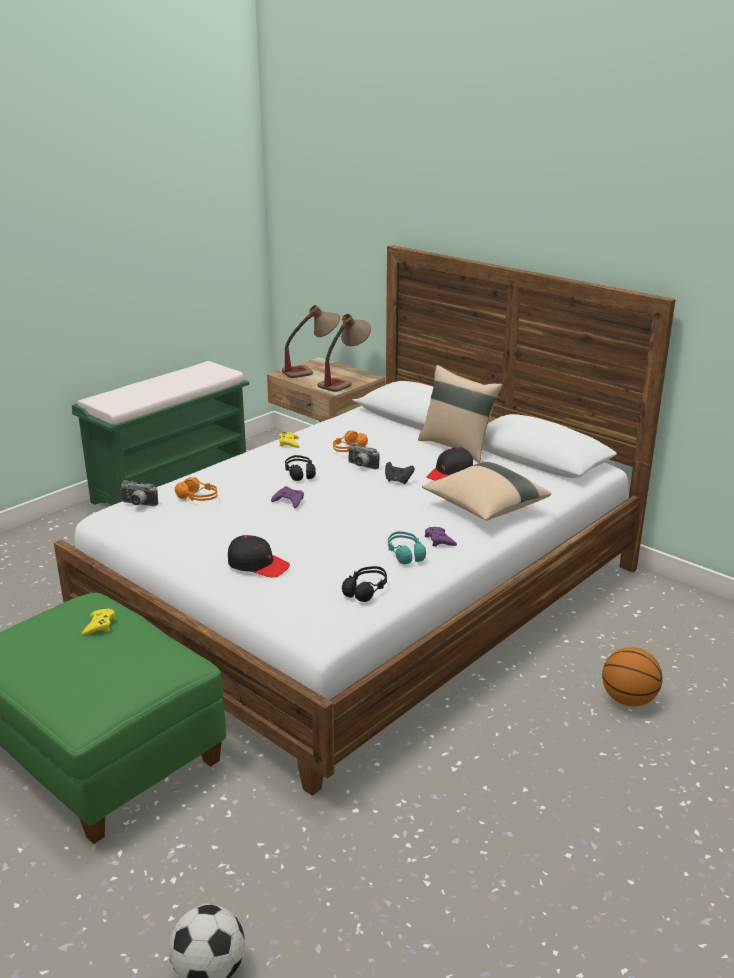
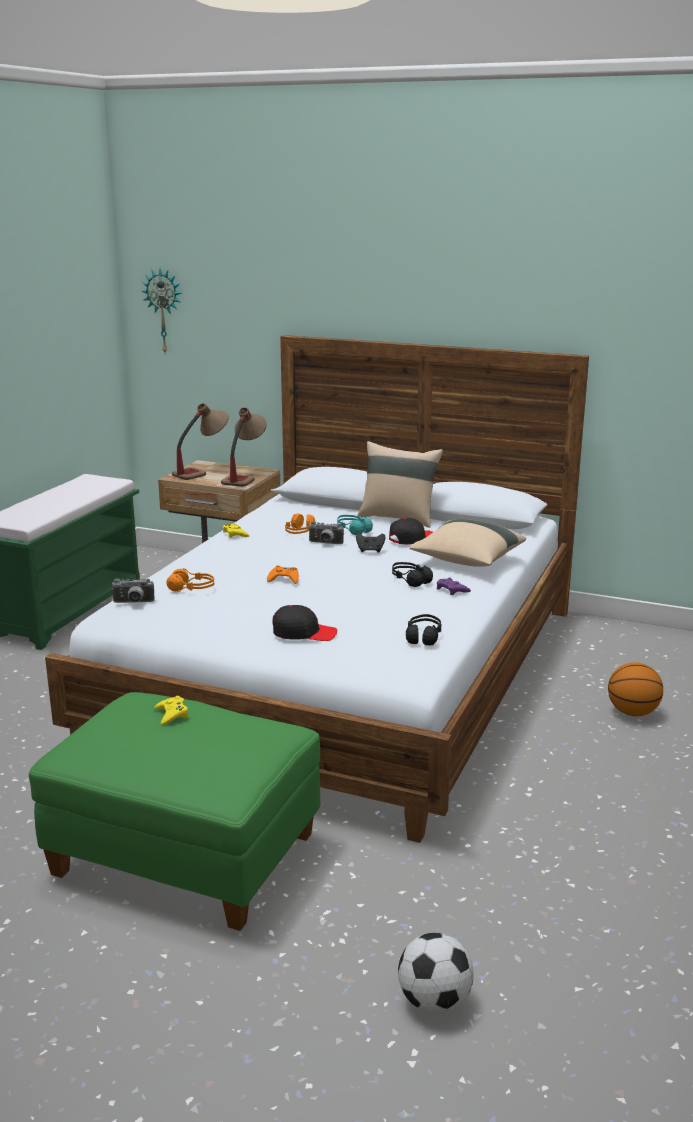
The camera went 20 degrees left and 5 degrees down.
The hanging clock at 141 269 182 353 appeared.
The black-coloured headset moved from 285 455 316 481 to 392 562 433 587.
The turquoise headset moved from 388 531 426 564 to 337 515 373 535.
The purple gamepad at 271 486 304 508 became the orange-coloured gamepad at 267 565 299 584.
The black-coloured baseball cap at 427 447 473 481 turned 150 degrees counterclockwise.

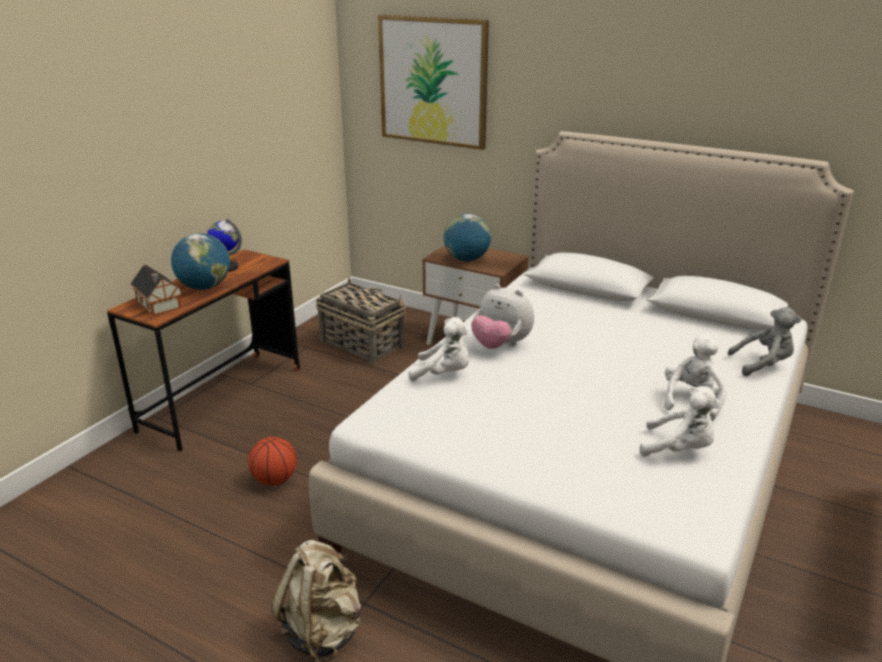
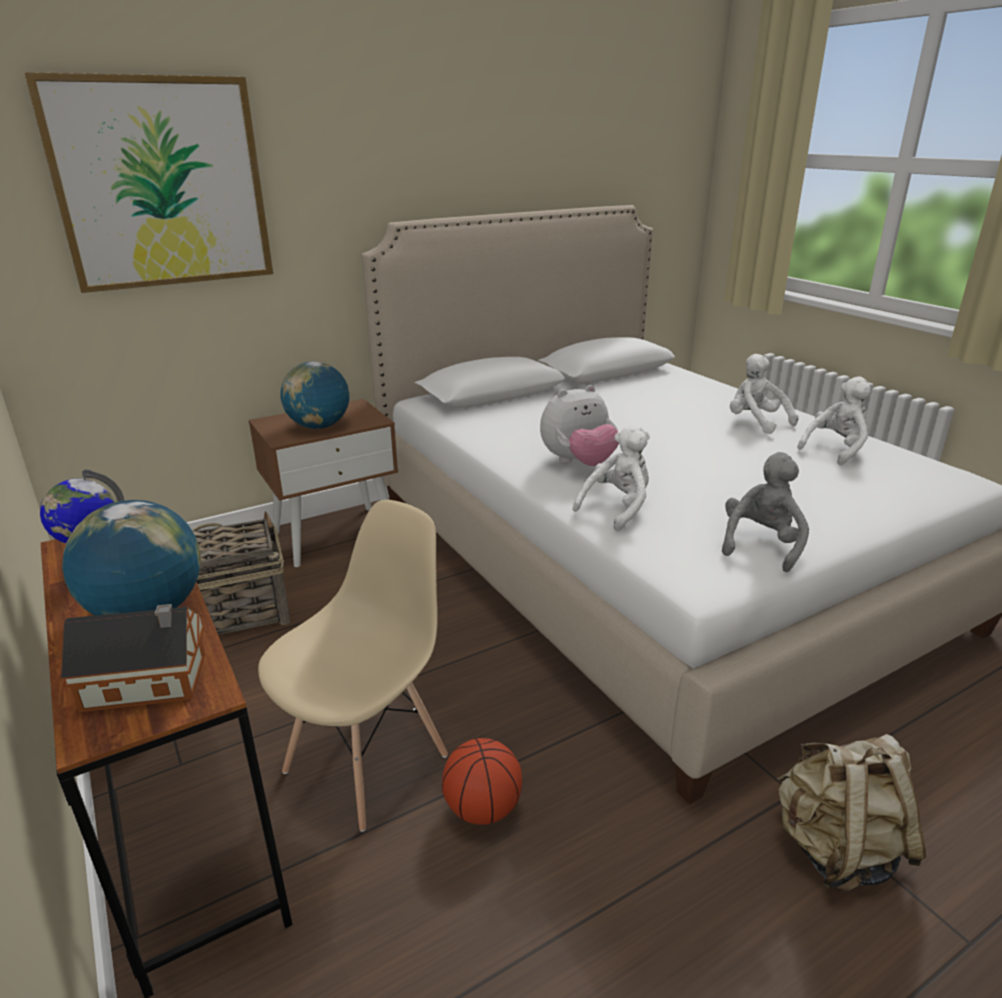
The camera went 60 degrees left and 0 degrees up.
The beige chair at 258 500 448 832 appeared.
The gray plush toy moved from 727 307 801 376 to 722 452 809 572.

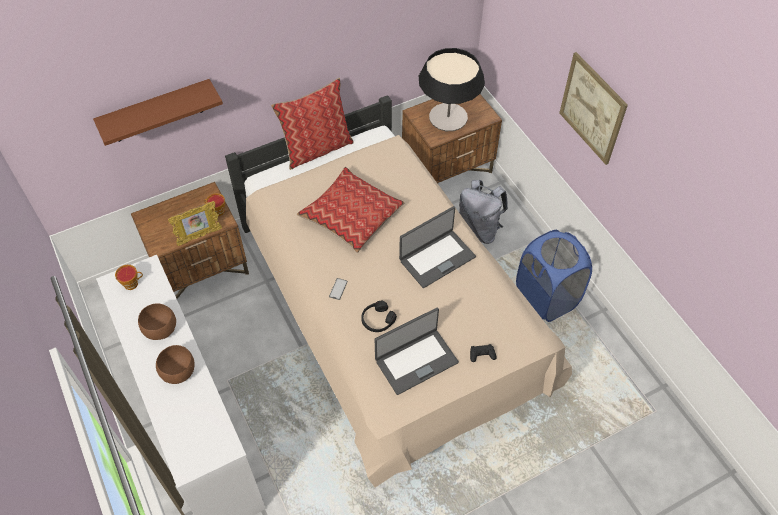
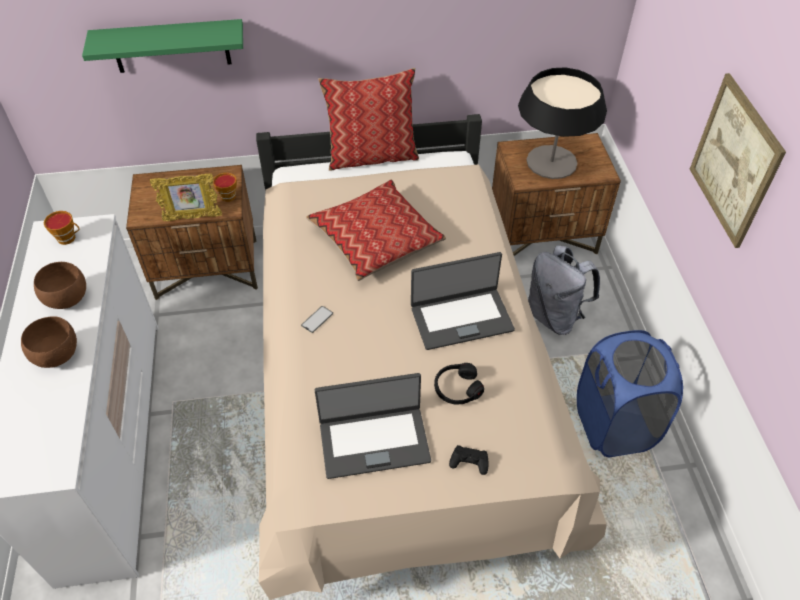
The camera went 20 degrees right and 5 degrees down.
The black-coloured headset moved from 361 301 397 332 to 434 363 484 405.
The brown bracket shelf at 93 79 223 146 became the greenish bracket shelf at 82 19 243 73.

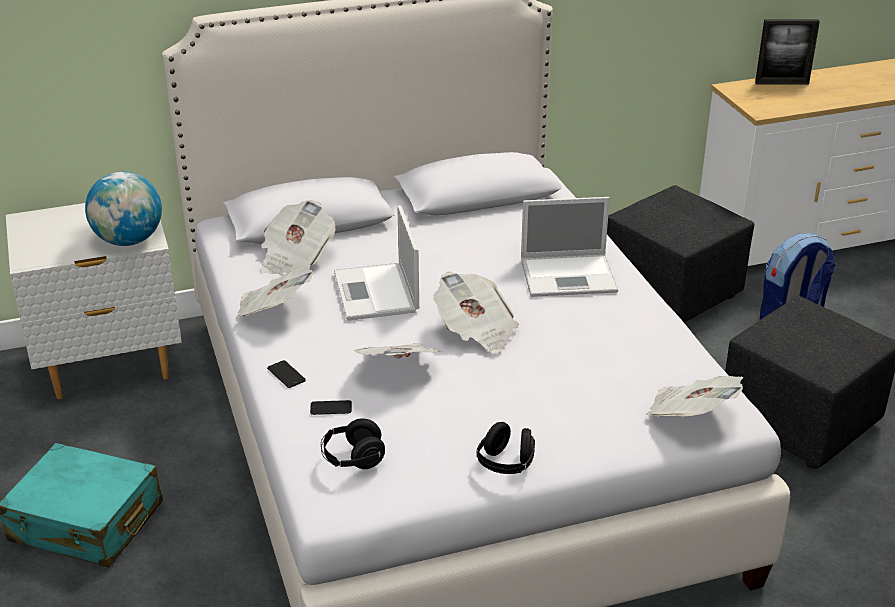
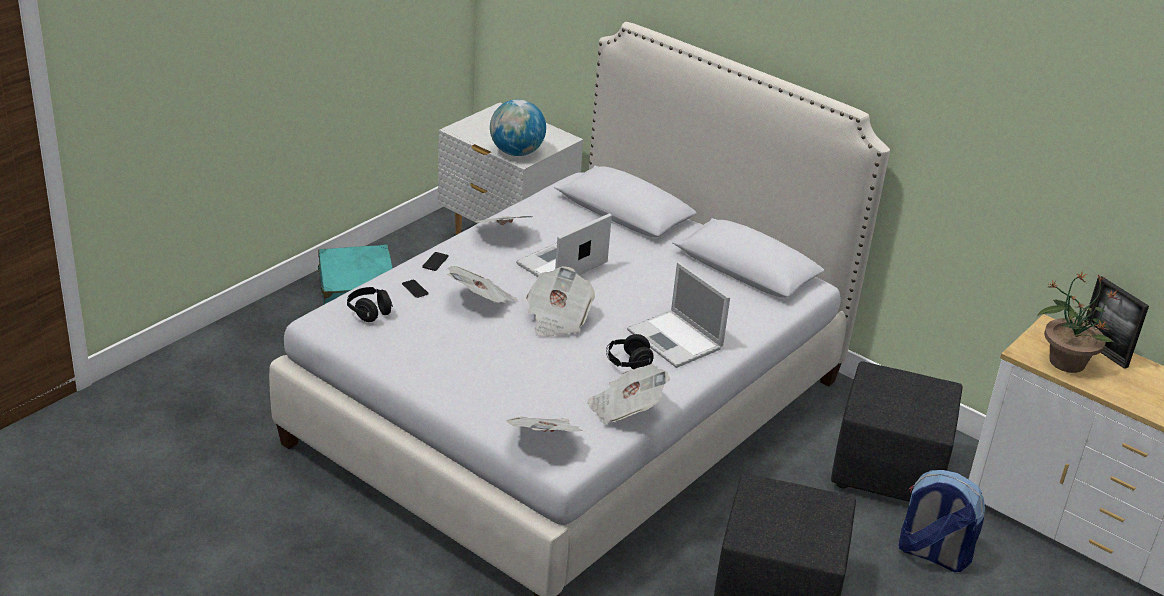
The camera went 55 degrees right and 0 degrees up.
The plant in a pot at 1037 272 1120 373 appeared.
The printed paper moved from 261 200 336 274 to 587 364 670 424.
The black-coloured headset moved from 476 422 535 474 to 606 334 654 369.

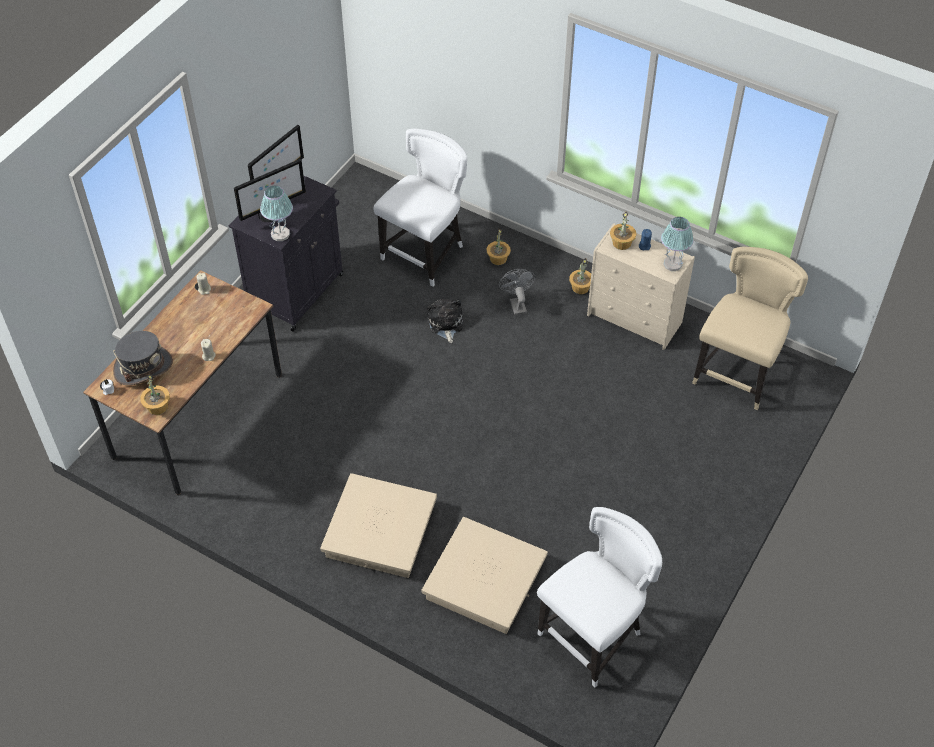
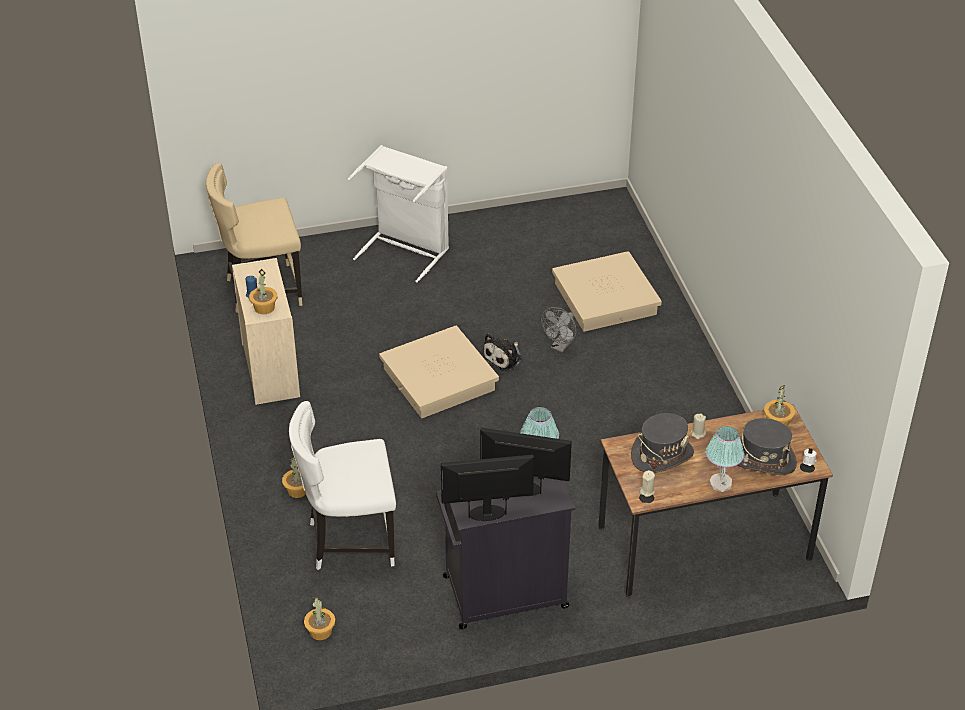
The camera went 135 degrees left and 10 degrees down.
The whitish chair at 537 507 662 687 disappeared.
The whitish hamper at 348 145 449 283 appeared.
The gray wearable hat at 631 413 694 473 appeared.
The beige storage container moved from 320 473 437 578 to 379 325 499 418.
The plush toy moved from 427 299 463 343 to 482 333 522 371.
The gray electric fan moved from 499 269 536 316 to 541 307 576 352.
The plant in a pot moved from 569 258 591 294 to 304 597 335 640.
The table lamp moved from 661 217 694 271 to 706 426 745 492.

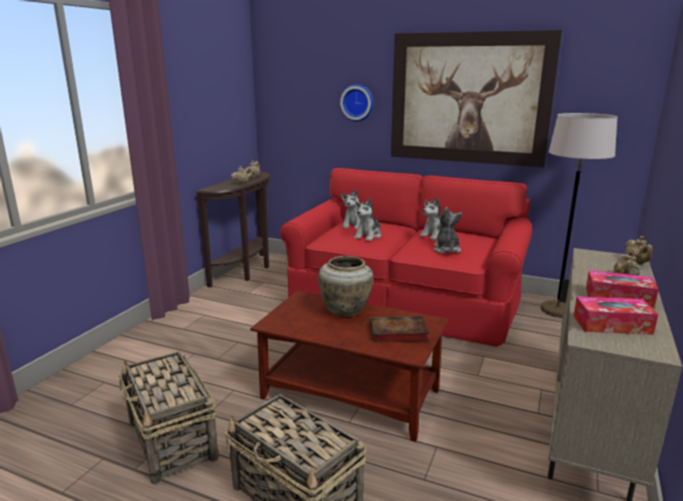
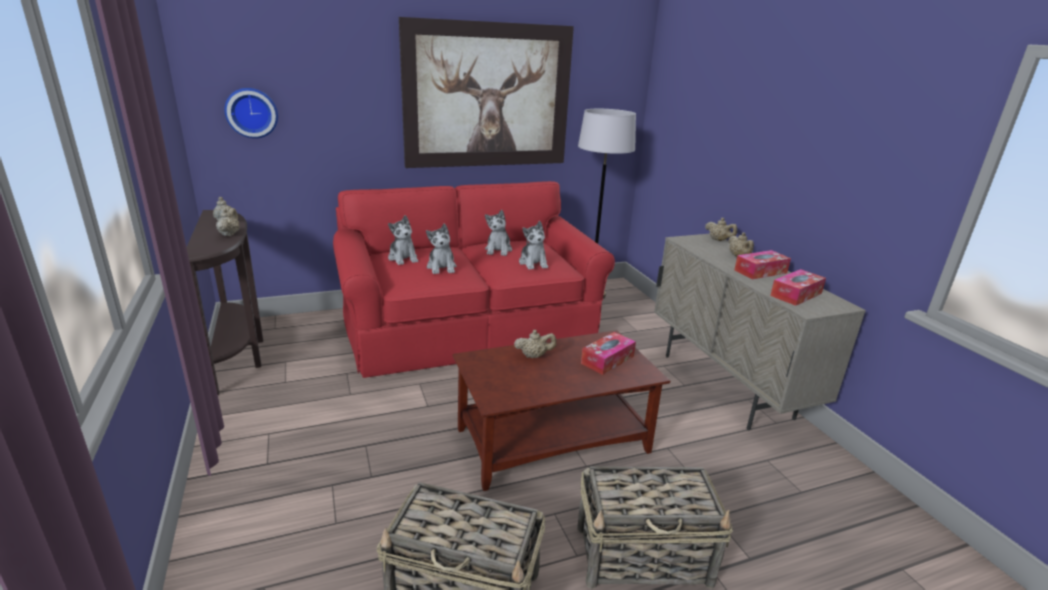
The camera went 45 degrees left and 5 degrees up.
The hanging clock moved from 340 84 373 121 to 225 88 278 138.
The beige decorative vase at 318 256 373 317 was replaced by the beige tea pot at 514 330 556 358.
The book at 370 316 429 342 was replaced by the box of tissues at 581 332 636 375.
The plush toy at 433 207 462 253 turned 150 degrees counterclockwise.

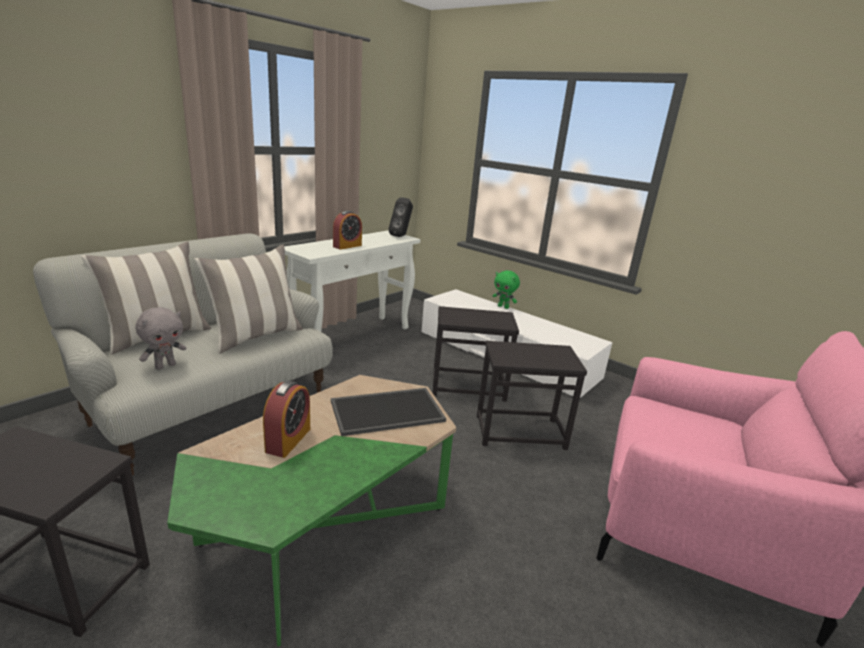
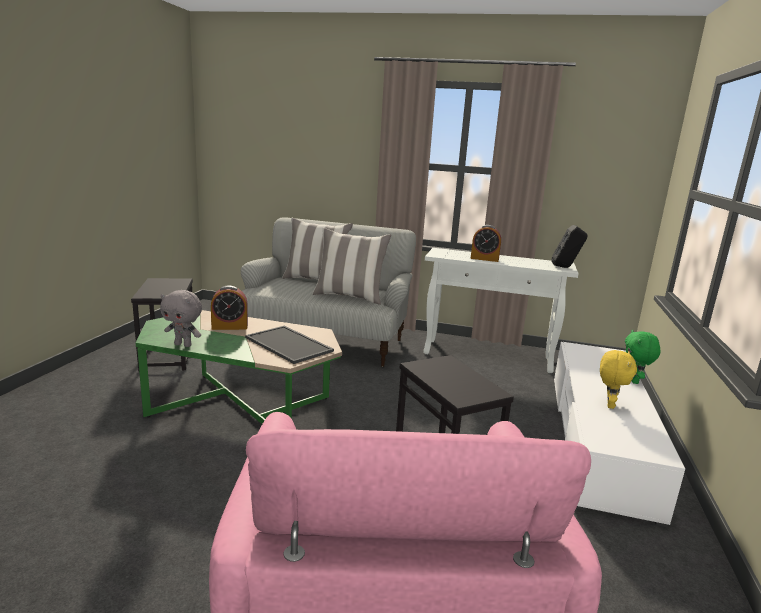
The camera went 65 degrees right and 5 degrees down.
The black-coloured accent table at 433 306 519 402 disappeared.
The yellow-coloured plush toy at 600 350 637 409 appeared.
The gray plush toy moved from 135 307 187 370 to 160 290 202 347.

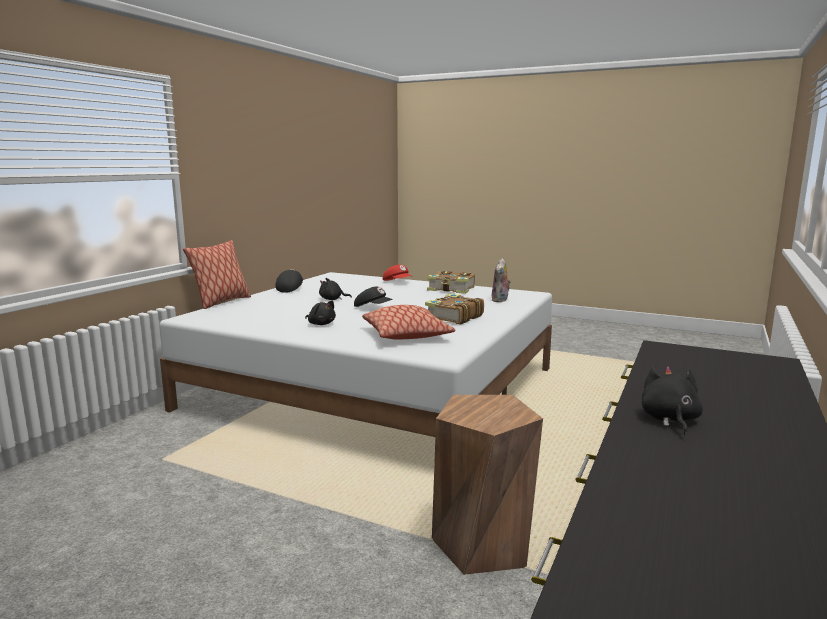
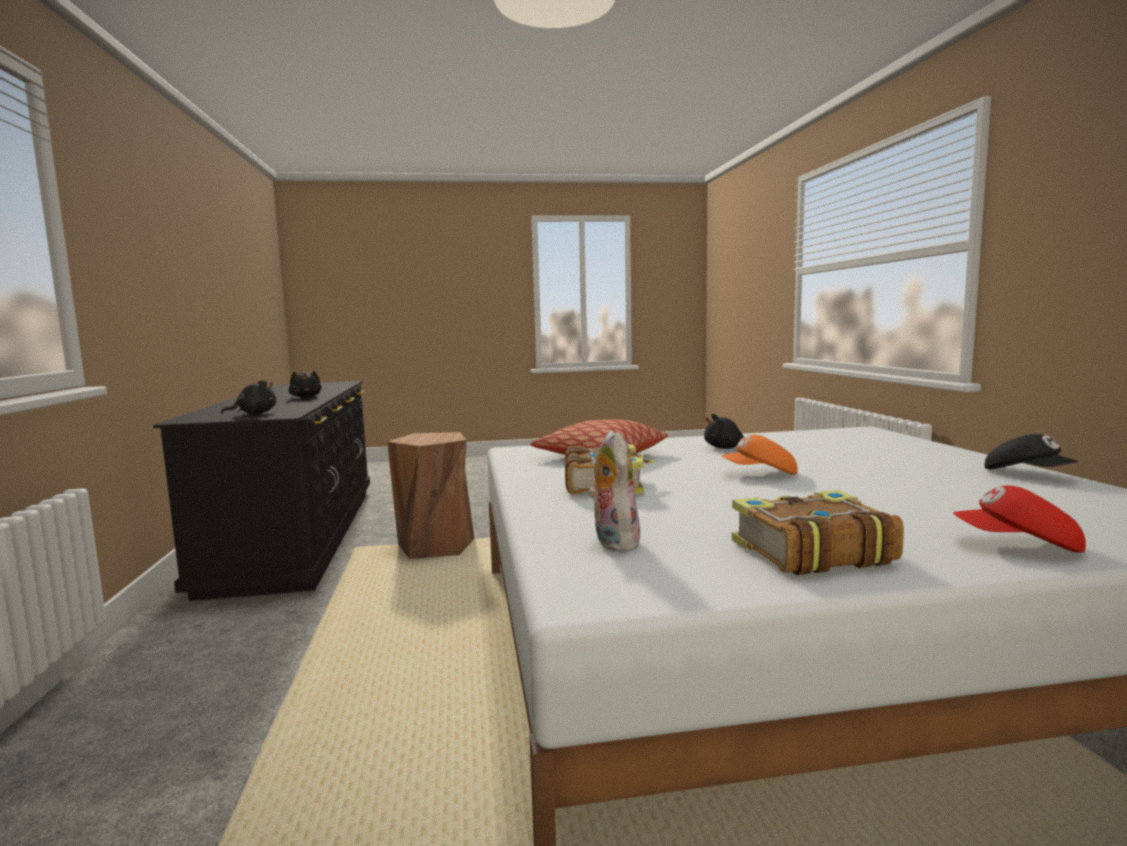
The camera went 145 degrees right and 5 degrees down.
The cushion at 183 240 251 309 disappeared.
The black-coloured plush toy moved from 319 278 352 300 to 221 380 276 414.
The black-coloured baseball cap at 354 287 393 307 became the orange-coloured baseball cap at 721 435 798 475.

